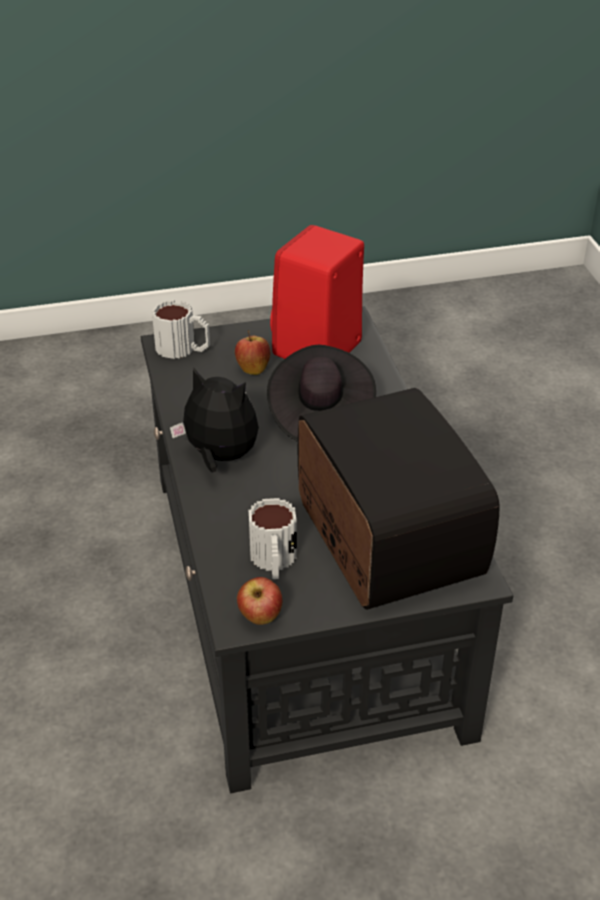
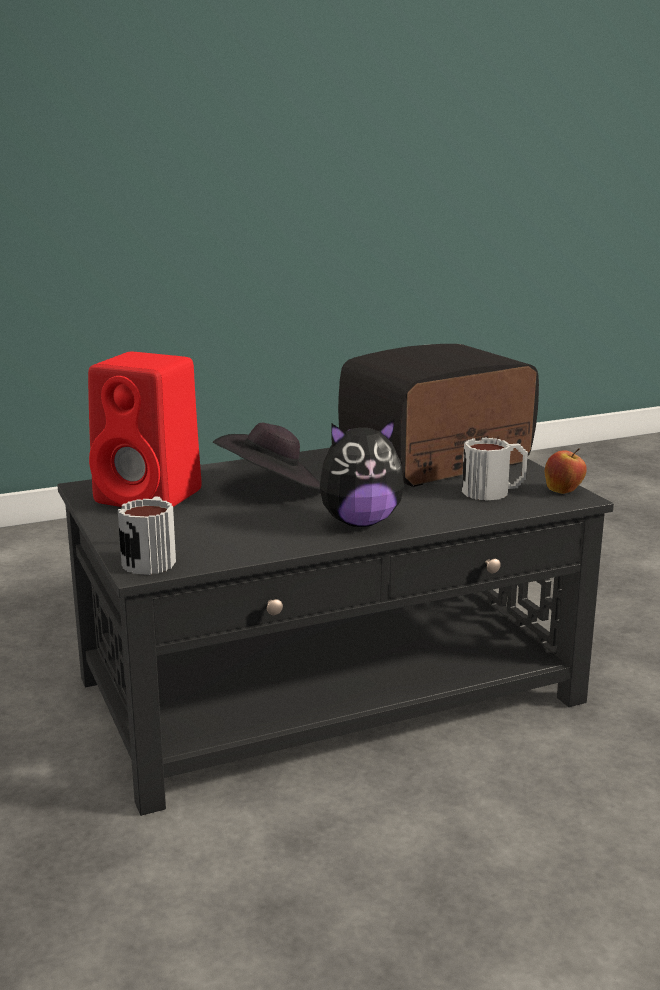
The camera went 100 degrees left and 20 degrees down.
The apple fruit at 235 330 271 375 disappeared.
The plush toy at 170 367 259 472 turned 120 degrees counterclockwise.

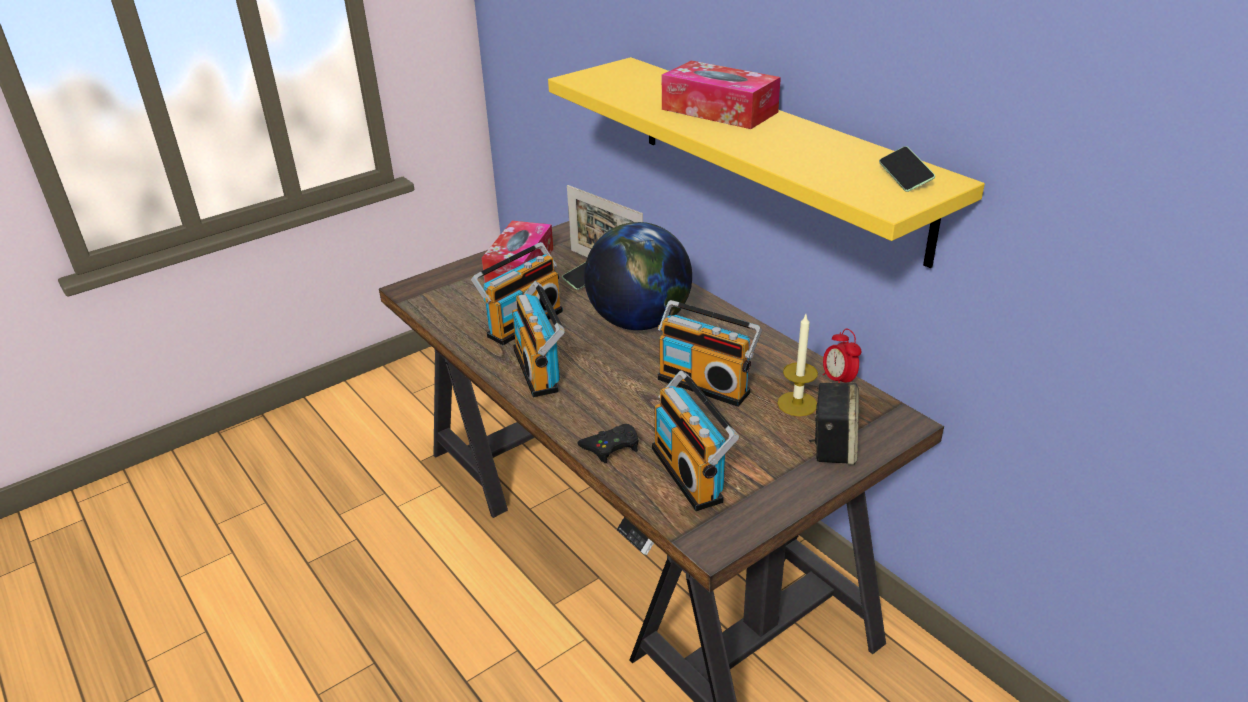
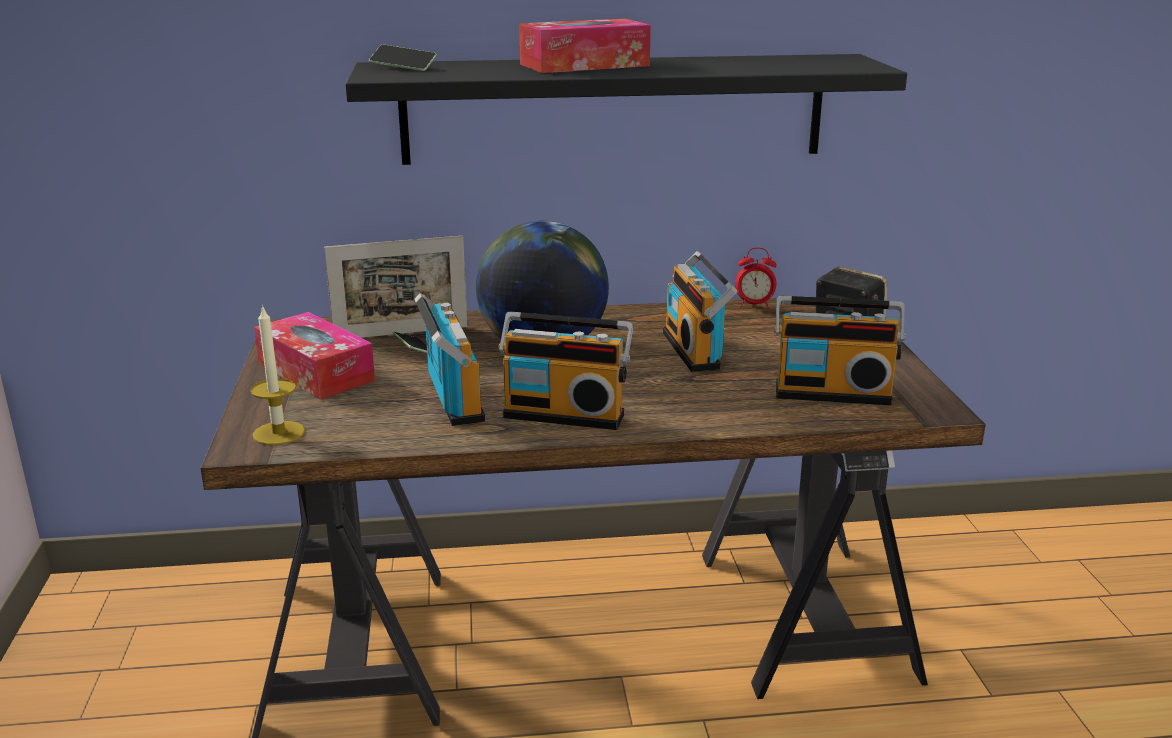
The camera went 60 degrees left and 10 degrees down.
The black-coloured gamepad at 578 424 638 463 disappeared.
The wax light moved from 777 314 818 416 to 250 305 305 445.
The phone moved from 879 146 935 192 to 369 45 437 71.
The yellow-coloured bracket shelf at 548 57 985 268 became the black-coloured bracket shelf at 346 54 907 165.
The radio receiver at 658 300 762 407 turned 105 degrees clockwise.

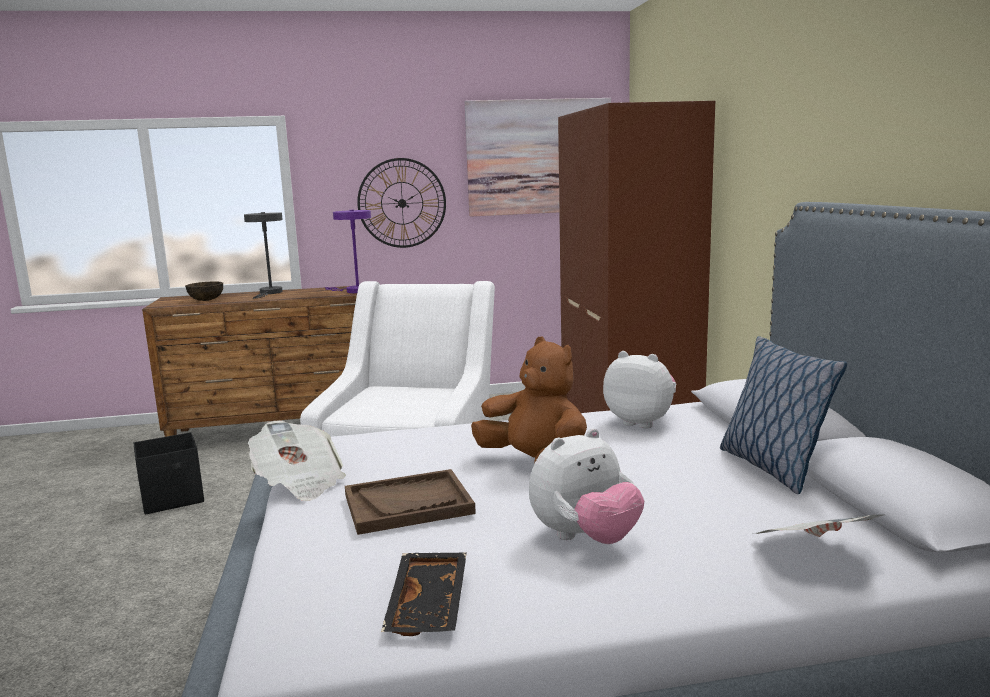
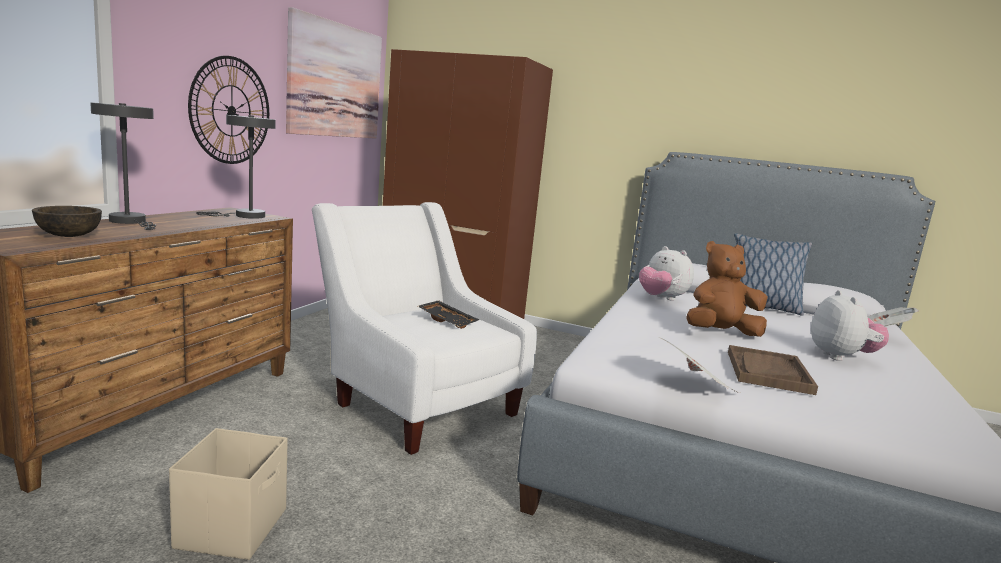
The camera went 60 degrees left and 0 degrees up.
The black-coloured carrying tray moved from 381 552 467 636 to 418 300 479 329.
The black-coloured storage container at 134 432 204 515 became the beige storage container at 169 428 288 560.
The purple table lamp at 325 210 371 293 became the gray table lamp at 196 115 276 219.
The plush toy at 603 351 677 428 turned 105 degrees counterclockwise.

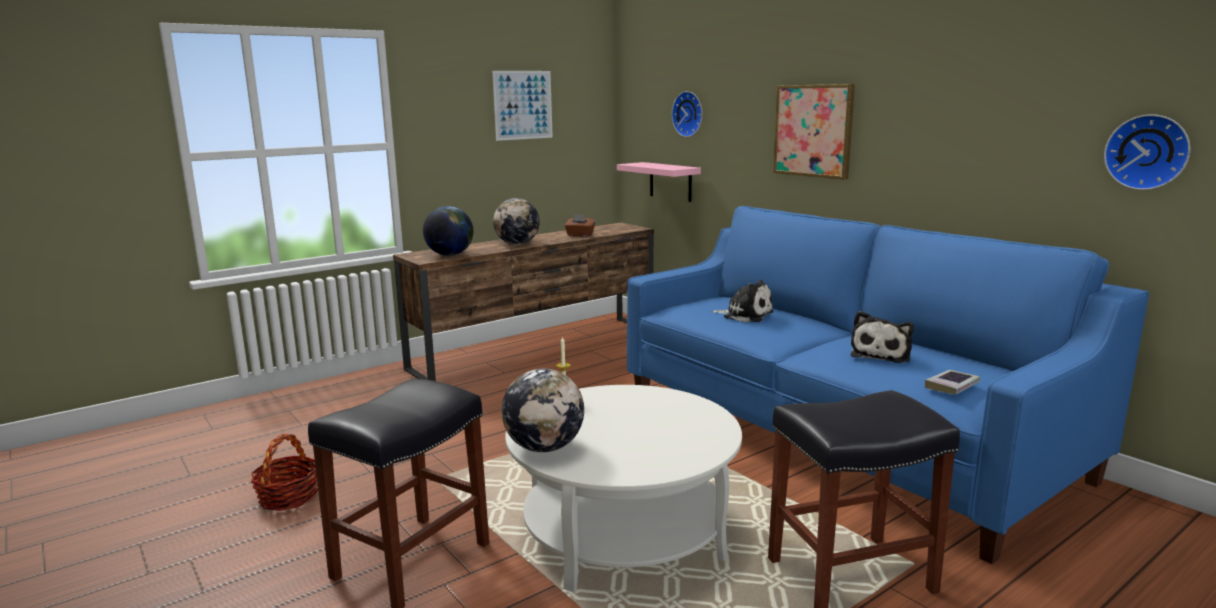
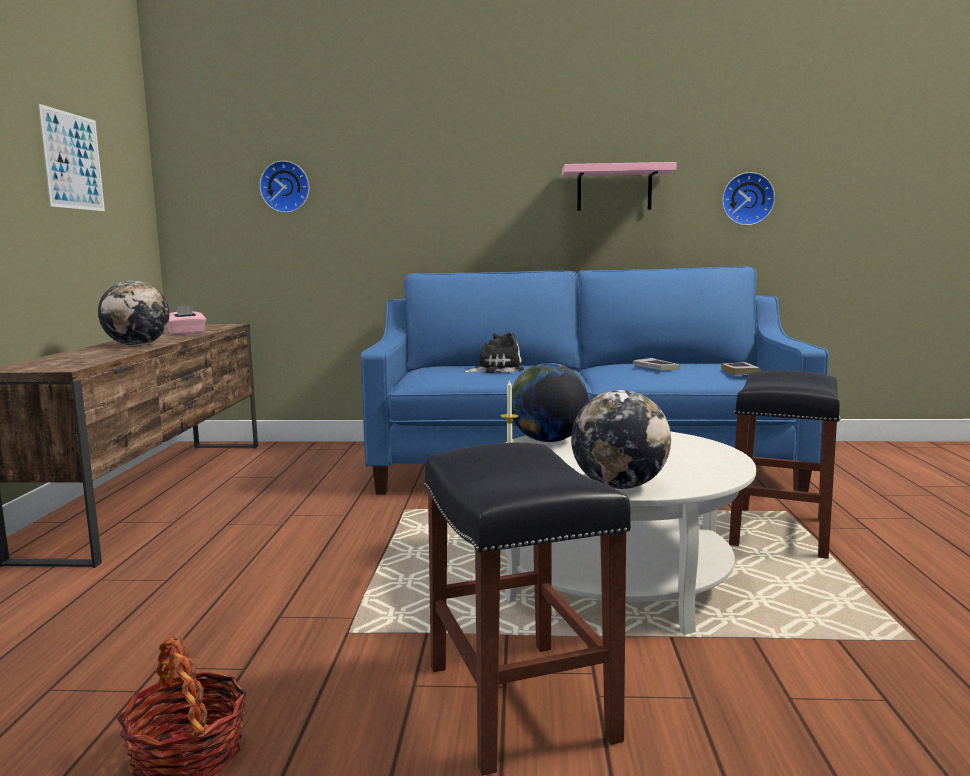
The camera went 50 degrees left and 5 degrees down.
The wall art at 773 84 855 180 disappeared.
The world globe moved from 423 206 473 256 to 512 363 589 442.
The pink bracket shelf moved from 617 162 701 202 to 562 162 677 211.
The plush toy at 851 311 914 363 was replaced by the book at 633 358 679 370.
The brown box of tissues at 564 214 595 237 became the pink box of tissues at 167 305 206 335.

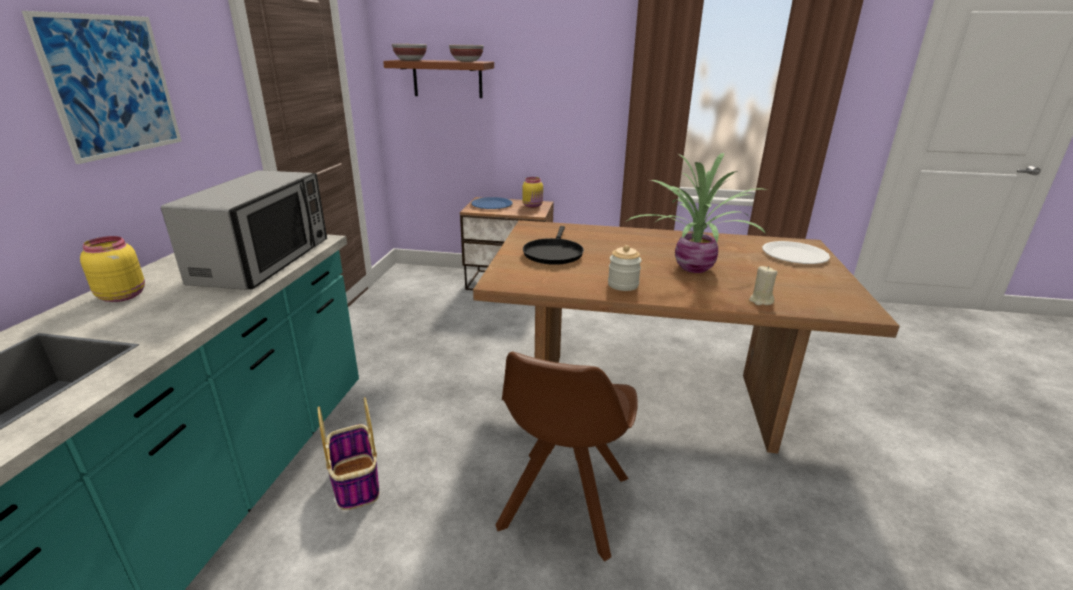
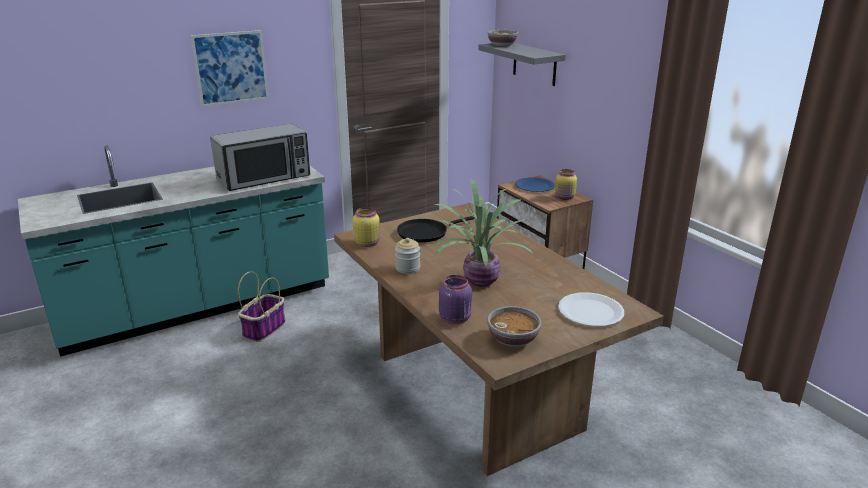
The camera went 50 degrees right and 0 degrees up.
The brown chair at 496 352 638 562 disappeared.
The yellow-coloured preserve jar moved from 80 236 145 302 to 353 207 380 247.
The deep dish moved from 449 45 484 62 to 487 306 541 347.
The beige wax light at 749 266 777 305 was replaced by the purple preserve jar at 439 275 472 324.
The brown bracket shelf at 383 60 494 98 became the gray bracket shelf at 478 43 566 86.

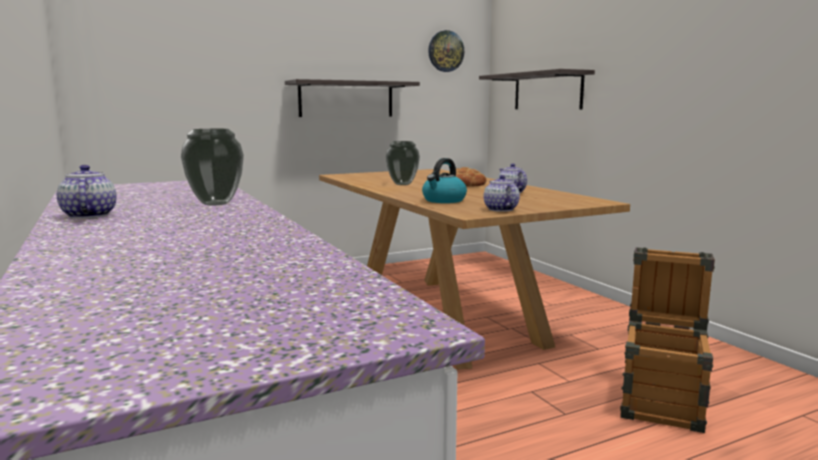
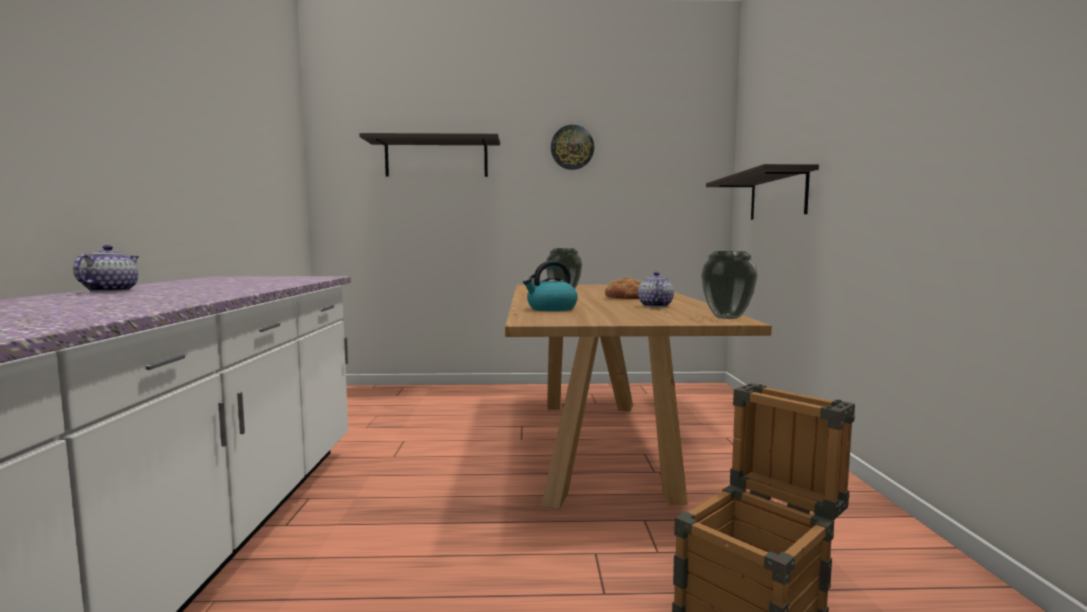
The camera went 25 degrees right and 5 degrees down.
The tea pot at 484 175 520 212 disappeared.
The decorative vase moved from 181 129 244 205 to 701 251 758 319.
The bracket shelf moved from 285 79 420 117 to 359 133 500 177.
The hanging clock moved from 428 30 464 72 to 551 125 594 170.

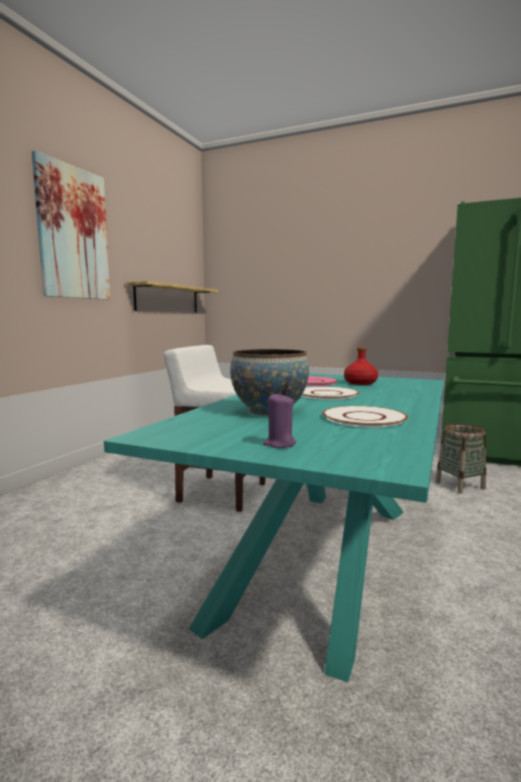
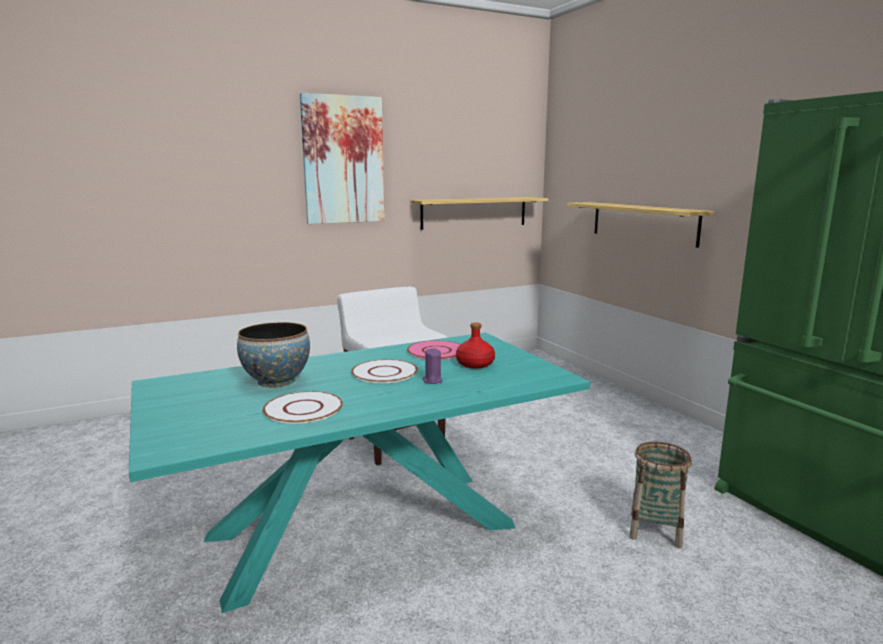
The camera went 40 degrees right and 5 degrees up.
The bracket shelf at 567 202 715 248 appeared.
The purple wax light moved from 263 393 296 448 to 423 348 442 384.

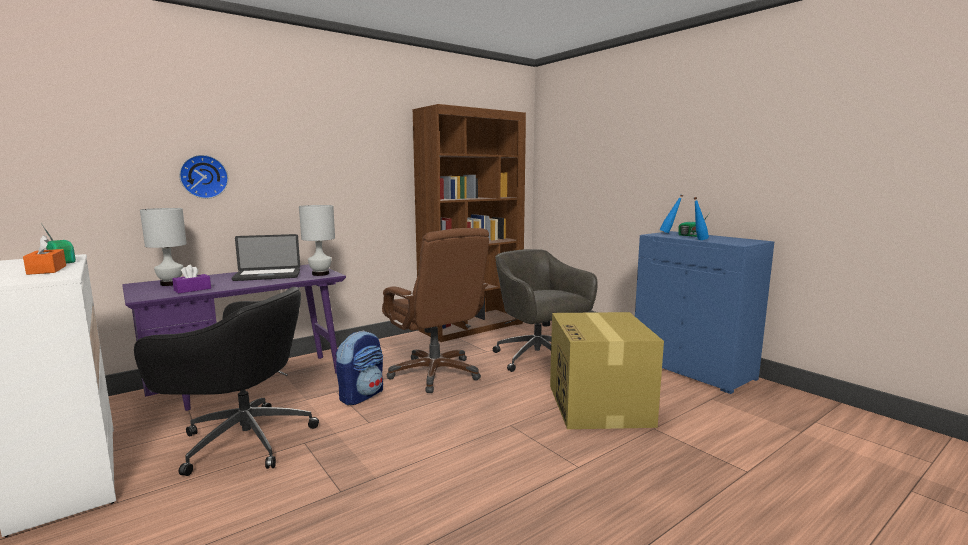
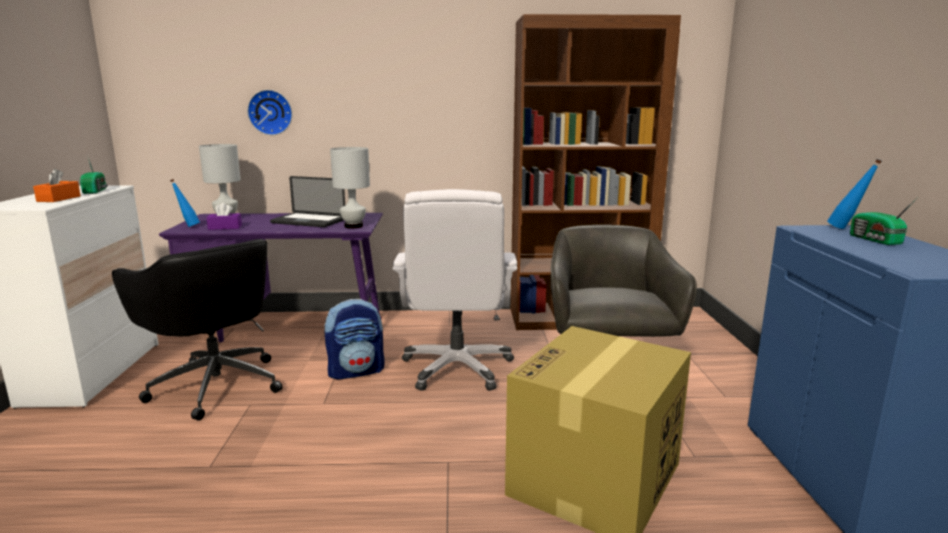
The camera went 35 degrees right and 5 degrees up.
The blue beverage bottle moved from 694 197 709 240 to 170 179 200 227.
The brown office chair at 382 228 489 393 became the whitish office chair at 393 189 517 391.

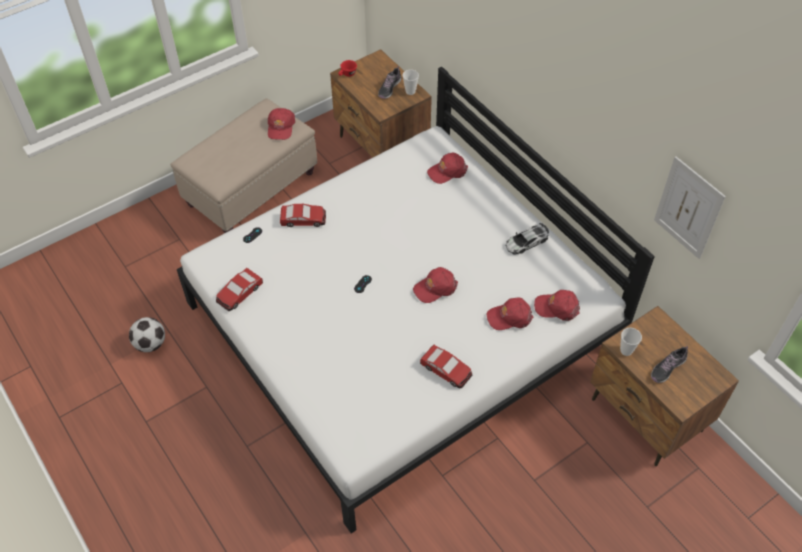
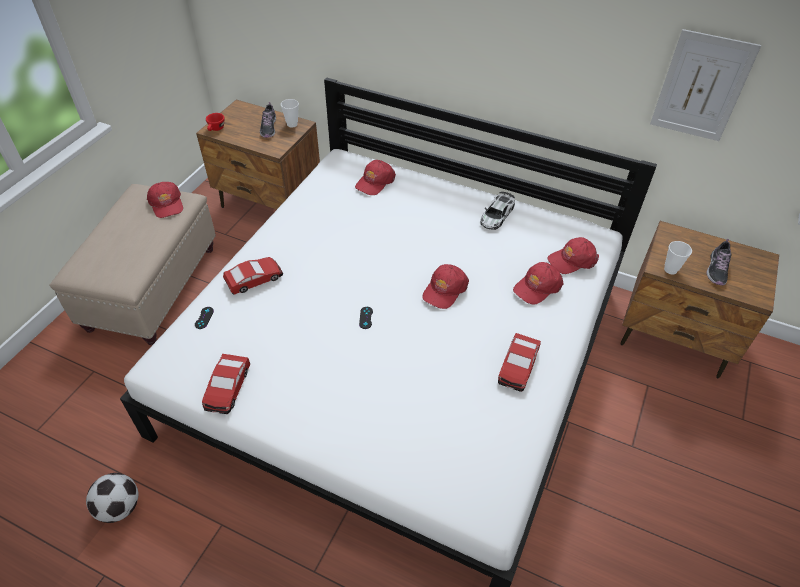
The camera went 30 degrees left and 5 degrees down.
The miniature car at 420 345 472 388 turned 105 degrees clockwise.

